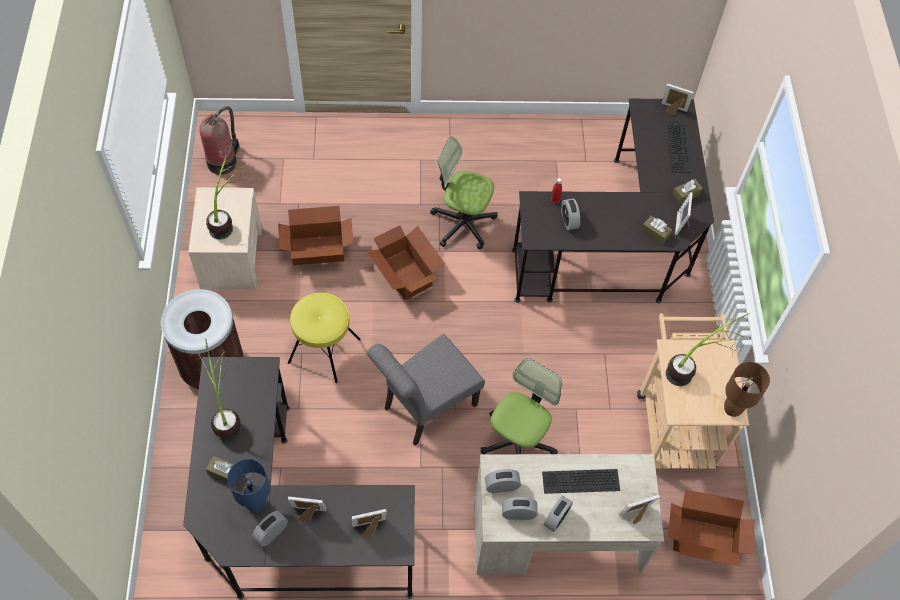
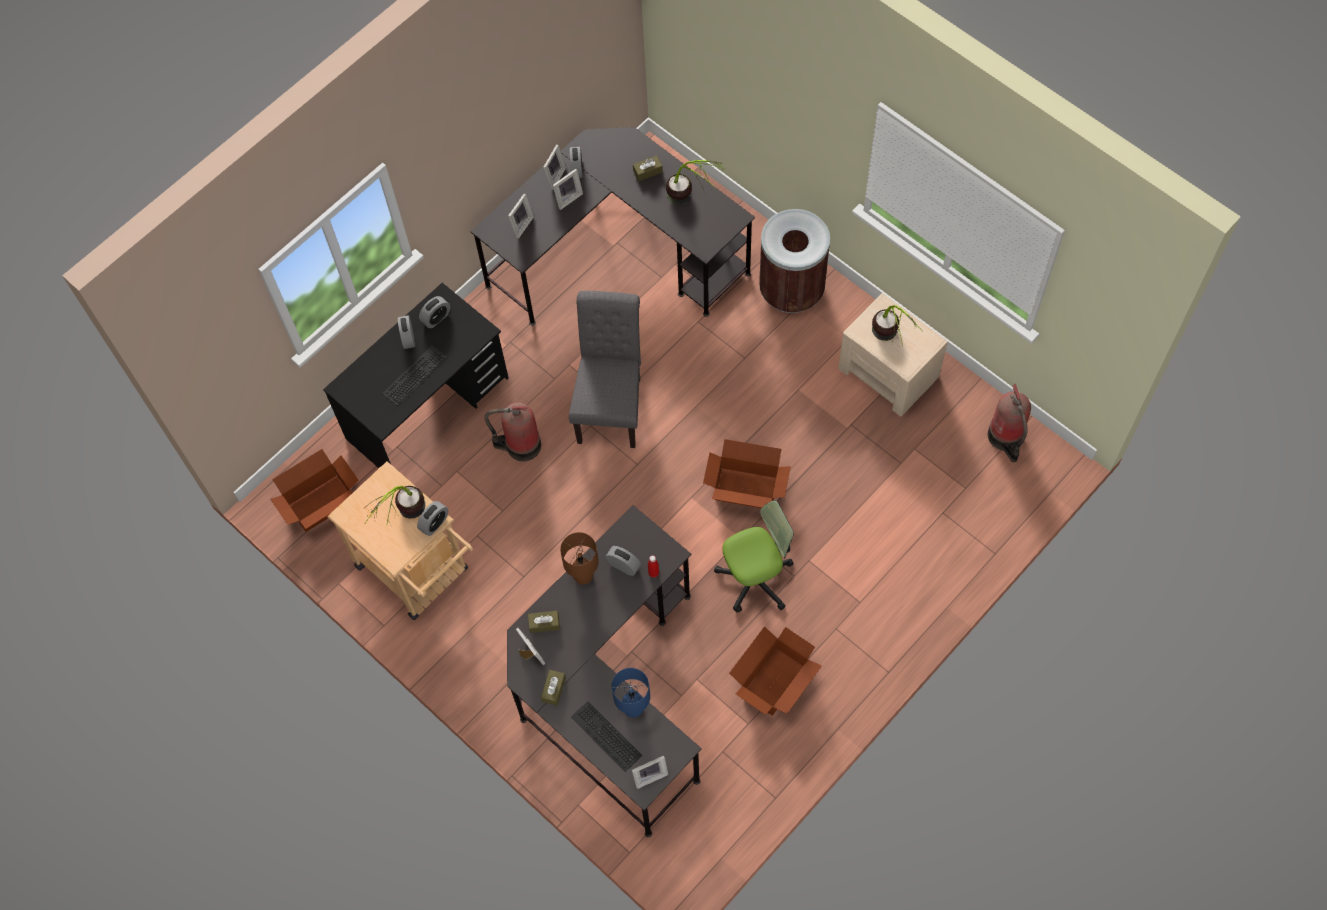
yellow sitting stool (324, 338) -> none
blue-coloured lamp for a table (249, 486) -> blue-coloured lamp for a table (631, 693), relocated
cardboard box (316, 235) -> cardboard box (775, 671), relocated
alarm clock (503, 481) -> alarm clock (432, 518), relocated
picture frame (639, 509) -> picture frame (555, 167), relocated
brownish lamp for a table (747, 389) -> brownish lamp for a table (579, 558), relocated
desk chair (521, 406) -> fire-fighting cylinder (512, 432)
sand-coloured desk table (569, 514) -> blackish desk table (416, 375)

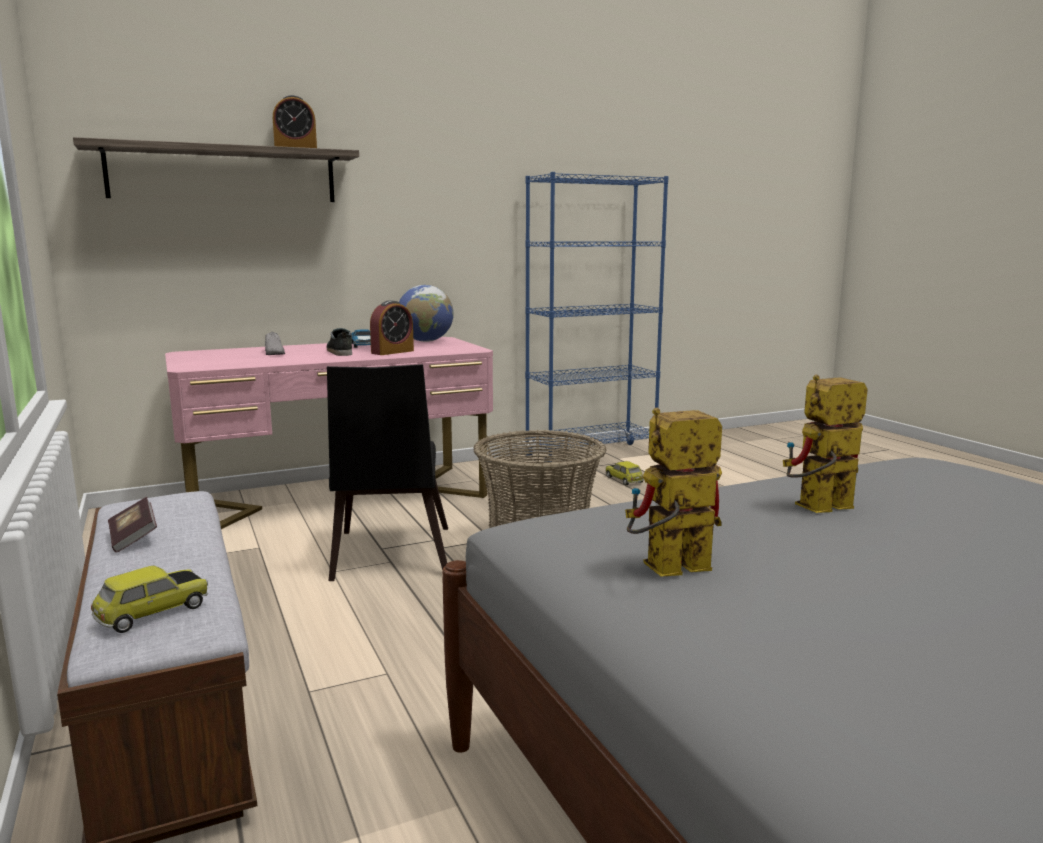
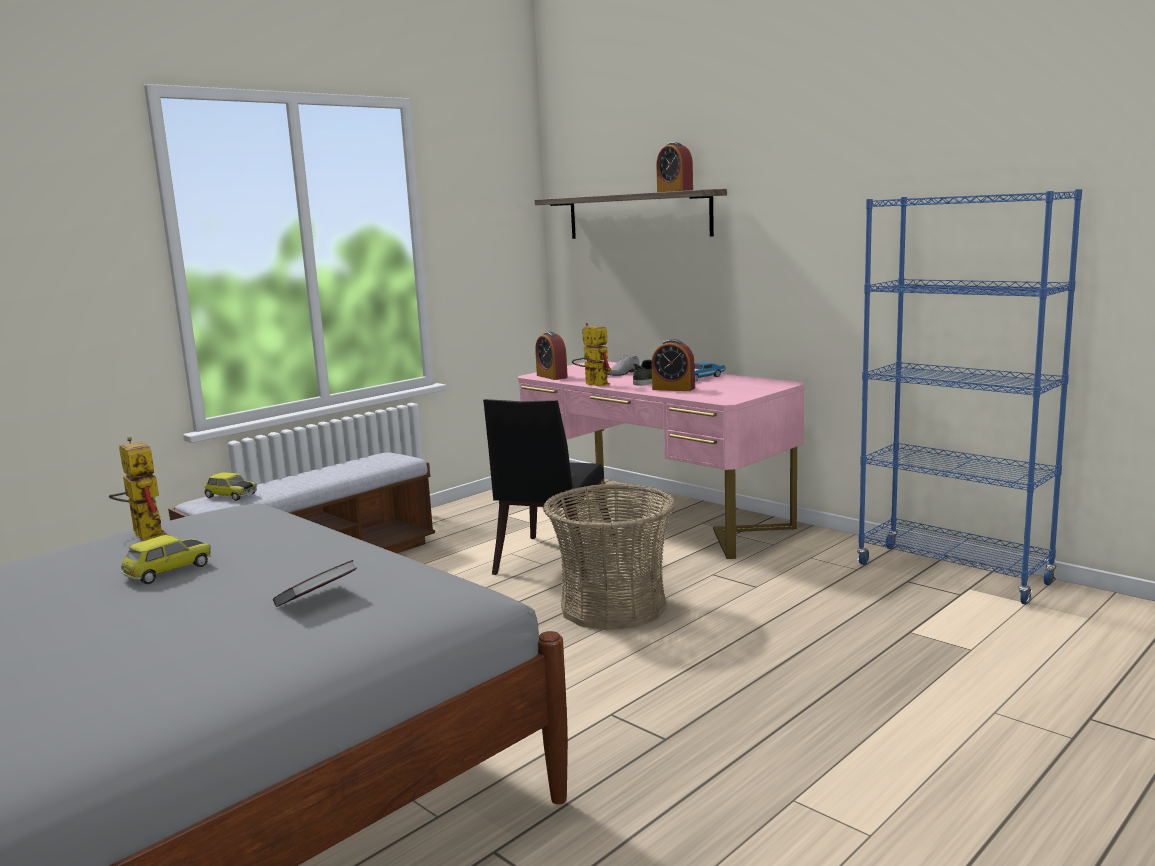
globe (426, 313) -> none
none -> alarm clock (551, 356)
bound book (132, 524) -> bound book (315, 583), relocated
toy car (625, 473) -> toy car (166, 559), relocated
model robot (825, 444) -> model robot (592, 355), relocated
blackish chair (387, 472) -> blackish chair (549, 489), 45 degrees counterclockwise

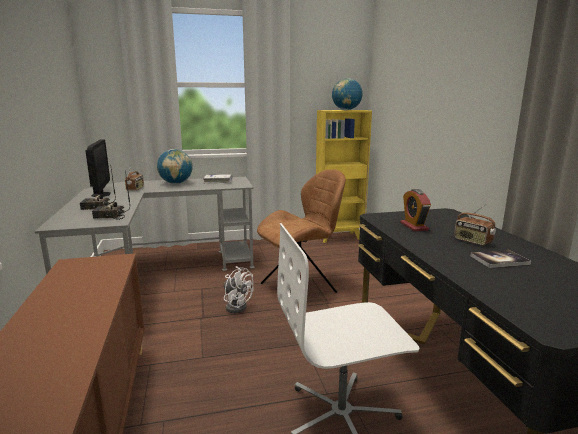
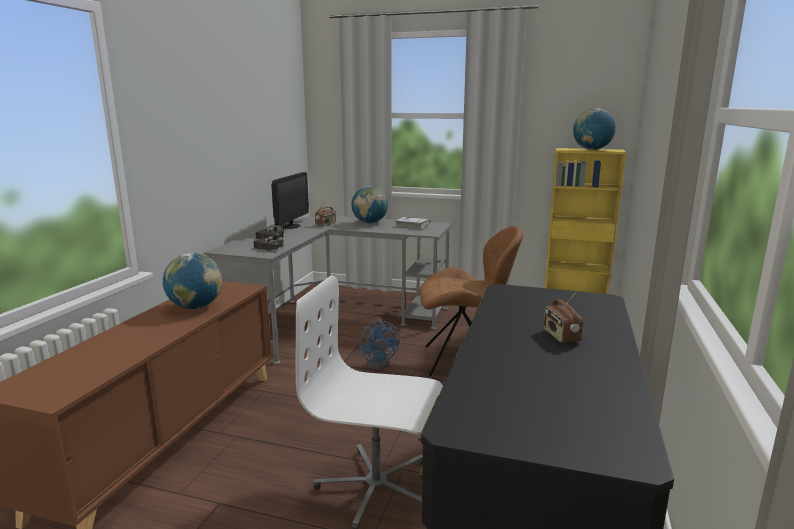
alarm clock (415, 210) -> none
bound book (500, 259) -> none
none -> globe (192, 281)
whitish electric fan (238, 290) -> blue-coloured electric fan (380, 344)

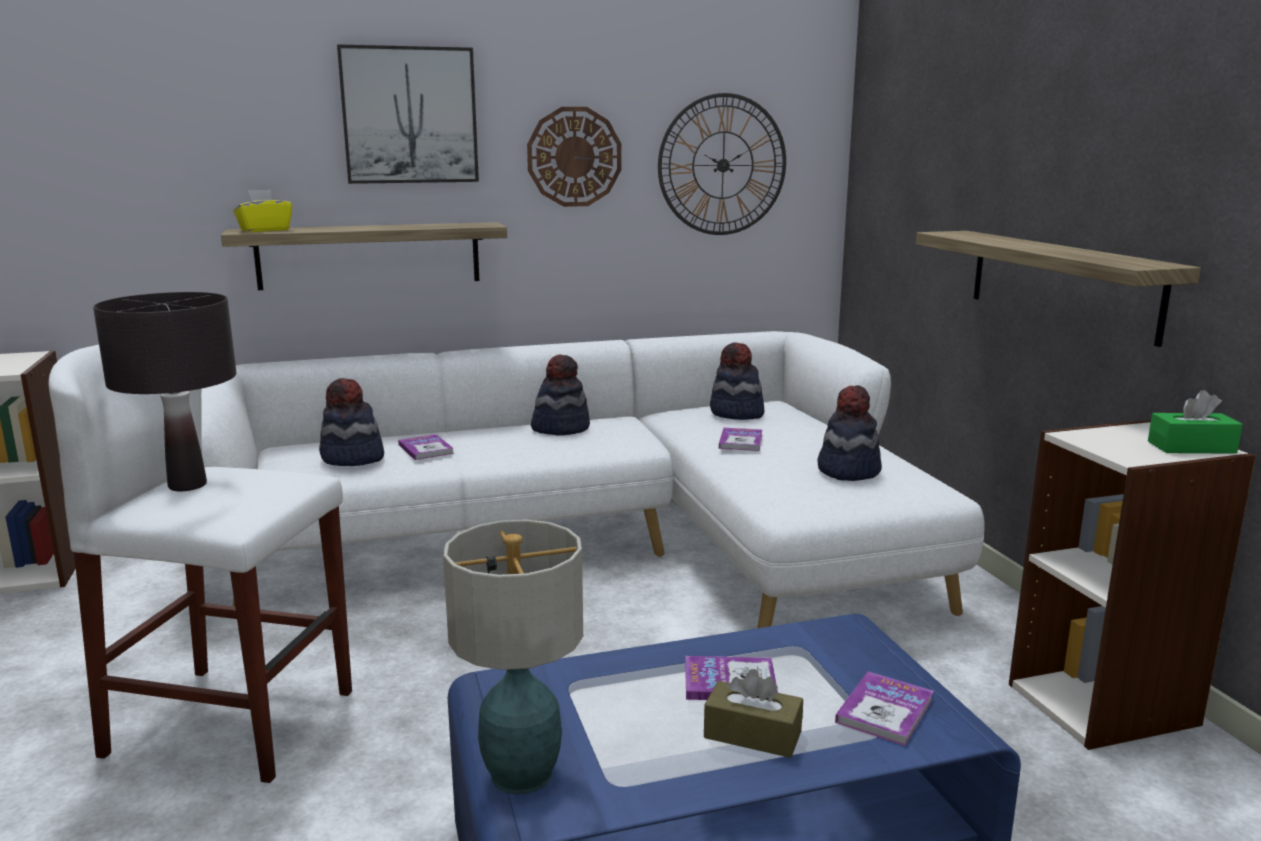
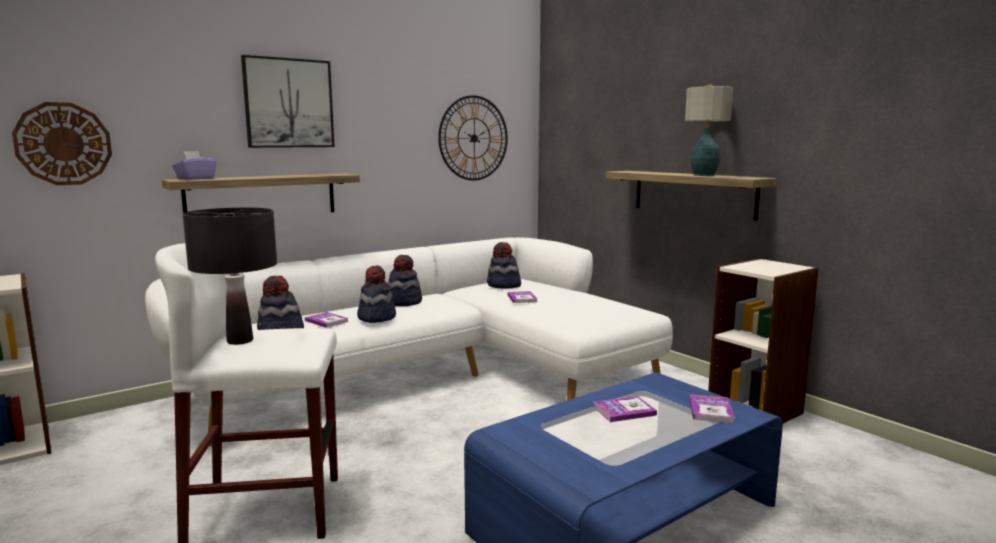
brownish tissue box (753, 713) -> none
greenish tissue box (1195, 422) -> none
lamp for a table (513, 656) -> lamp for a table (709, 130), relocated
wall clock (574, 157) -> wall clock (62, 143), relocated
hat (849, 433) -> hat (376, 294), relocated
yellow tissue box (262, 210) -> purple tissue box (194, 165)

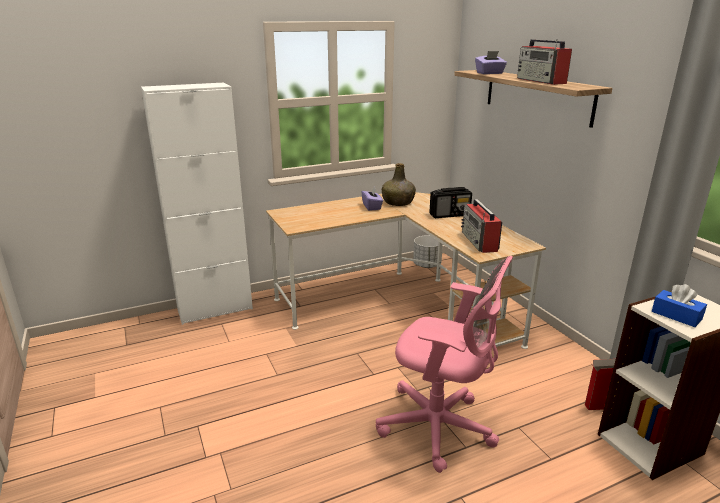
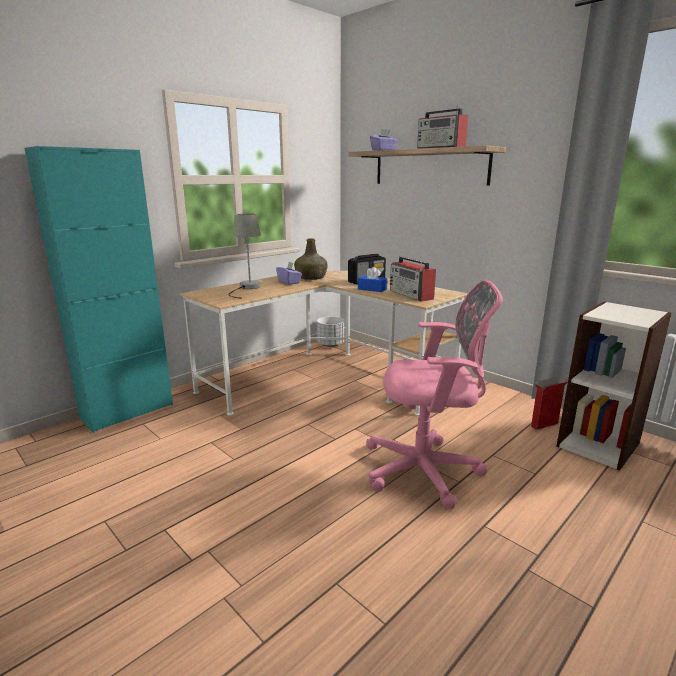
none -> greyish lamp for a table (245, 256)
blue-coloured tissue box (679, 305) -> blue-coloured tissue box (373, 279), relocated
whitish storage cabinet (197, 203) -> turquoise storage cabinet (99, 289)

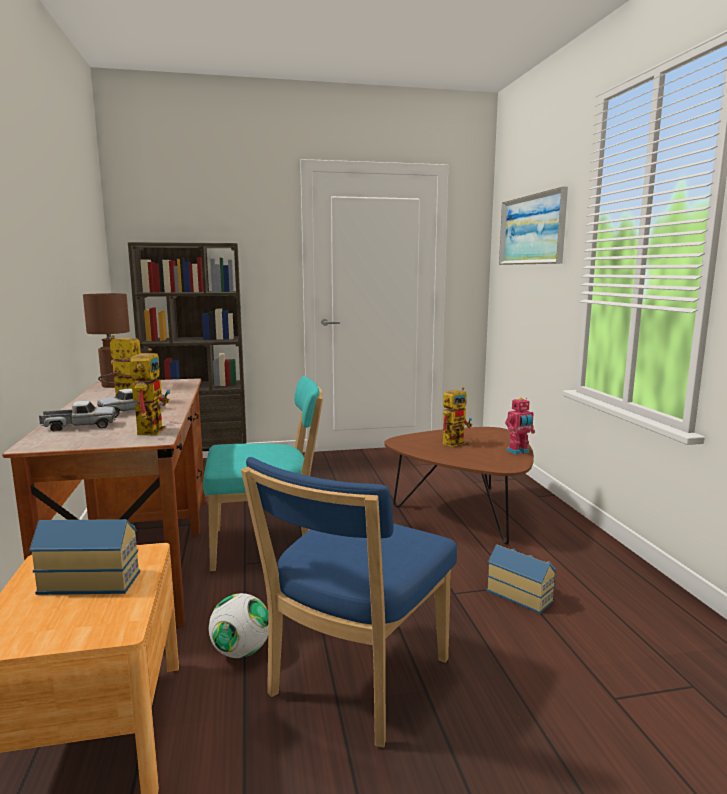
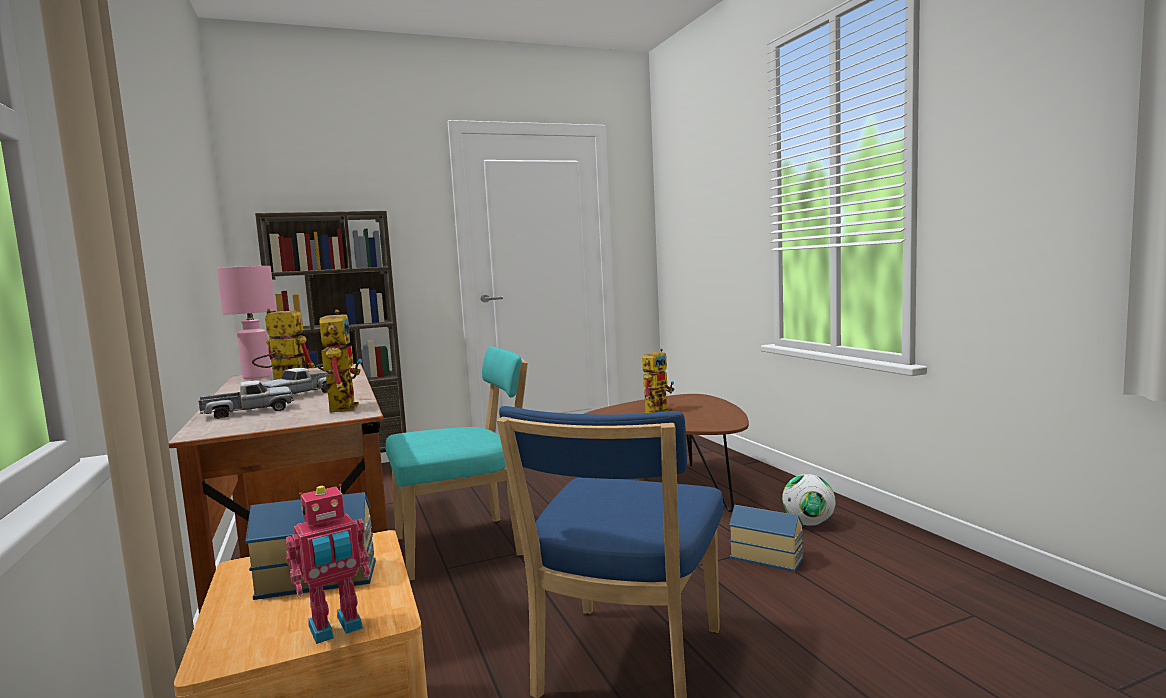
wall art (533, 225) -> none
football (238, 625) -> football (808, 500), relocated
model robot (520, 426) -> model robot (327, 564), relocated
brownish lamp for a table (106, 340) -> pinkish lamp for a table (246, 322)

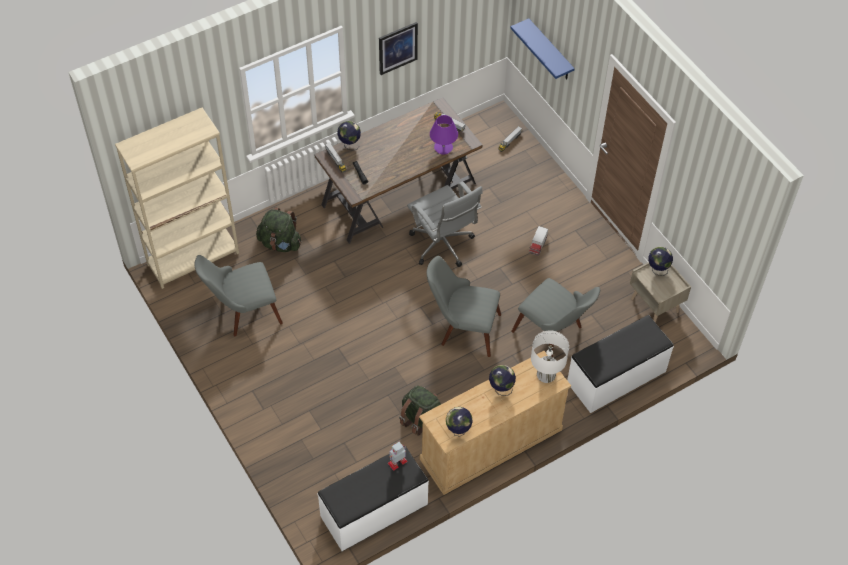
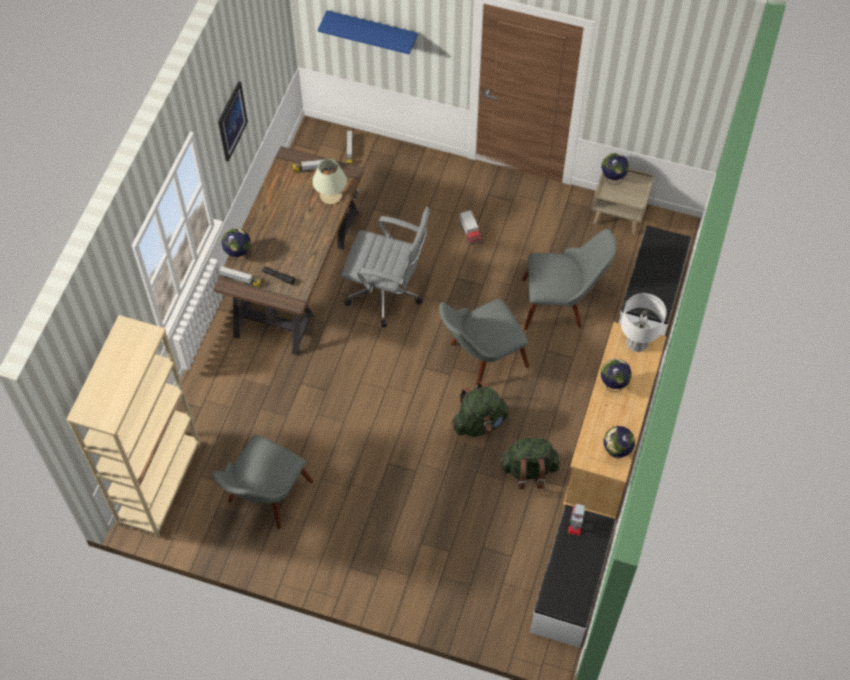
greenish backpack (278, 229) -> greenish backpack (480, 409), relocated
purple lamp for a table (444, 135) -> sand-coloured lamp for a table (329, 181)

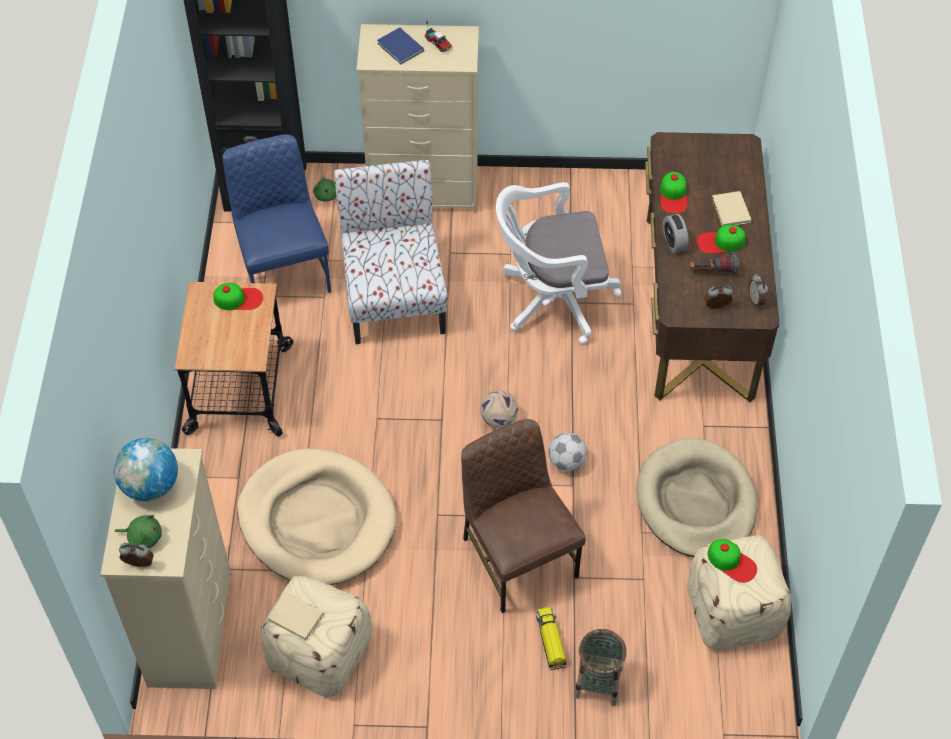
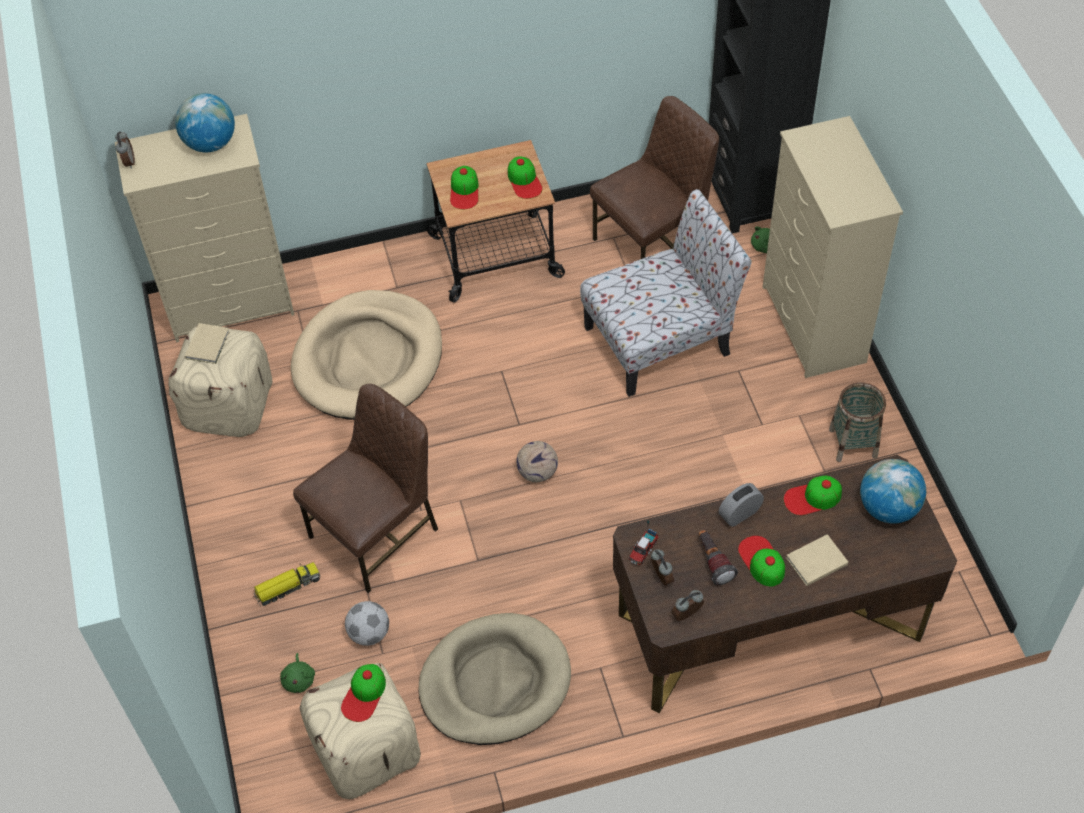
blue-coloured bound book (400, 45) -> none
whitish desk chair (558, 263) -> none
none -> baseball cap (464, 187)
none -> globe (893, 491)
greenish cuddly toy (138, 531) -> greenish cuddly toy (297, 673), relocated
toy truck (438, 36) -> toy truck (643, 542), relocated
football (567, 452) -> football (367, 623), relocated
household basket (600, 667) -> household basket (857, 422), relocated
blue-coloured chair (276, 213) -> brownish chair (654, 177)

